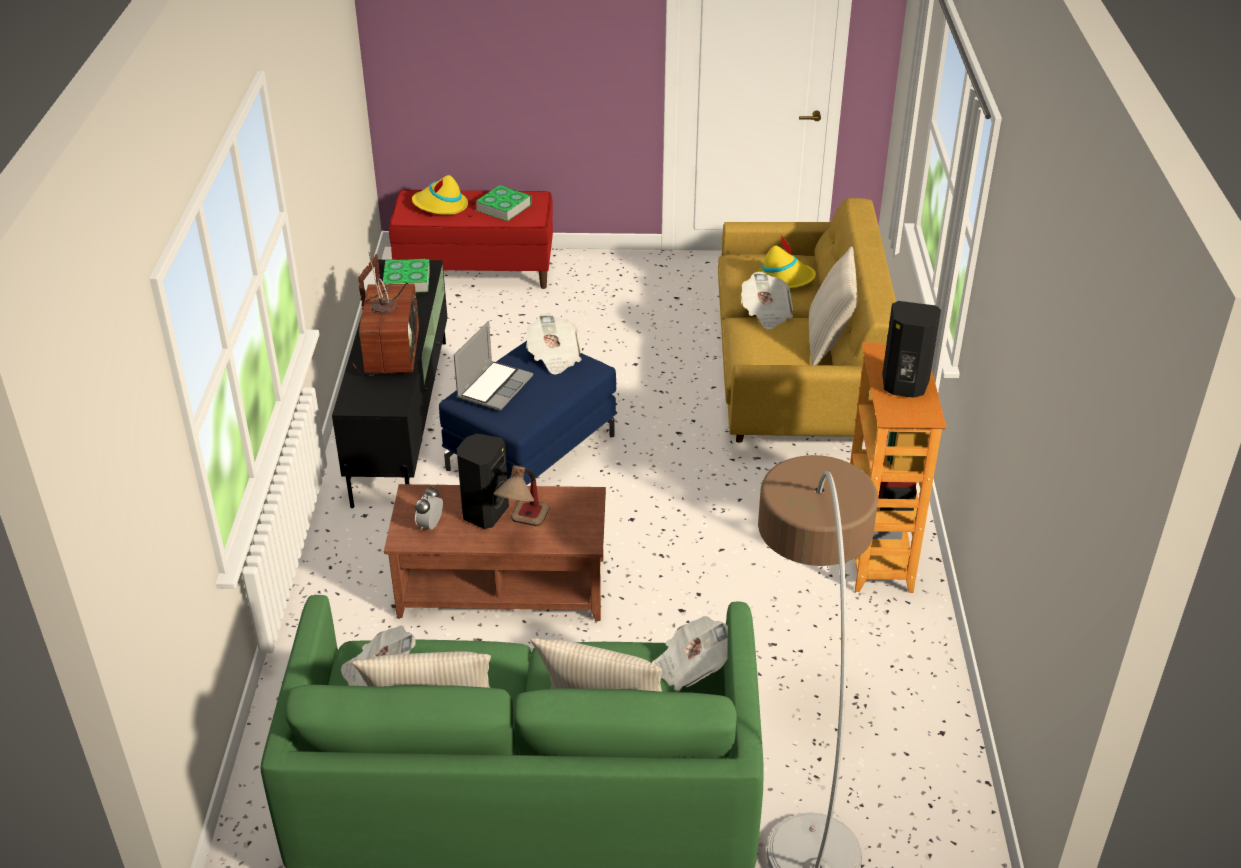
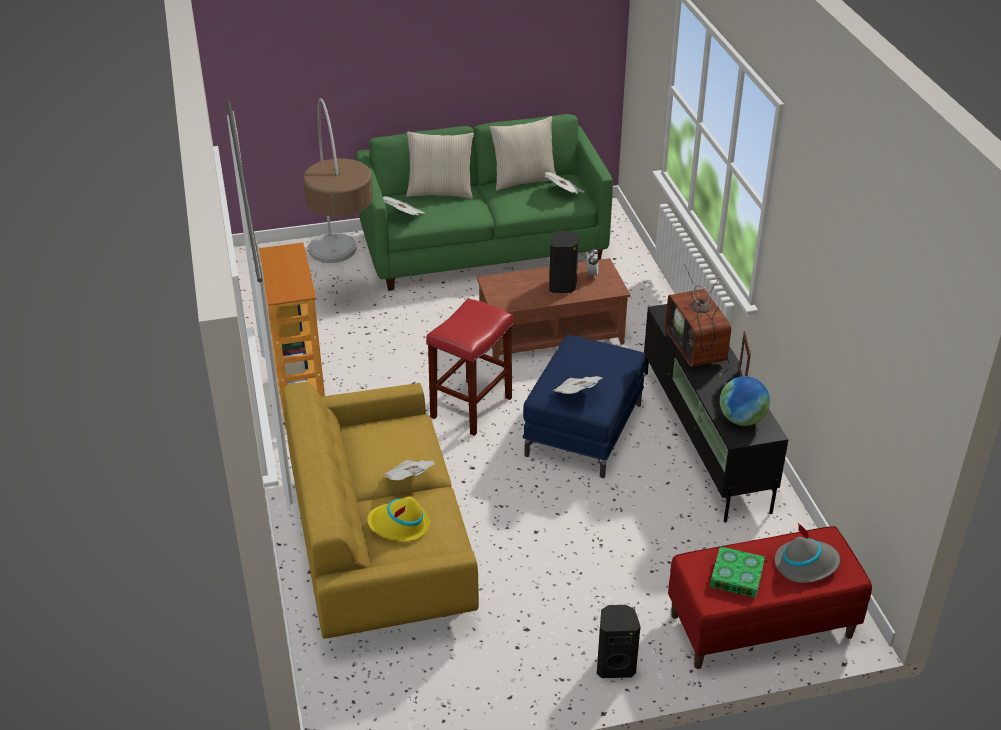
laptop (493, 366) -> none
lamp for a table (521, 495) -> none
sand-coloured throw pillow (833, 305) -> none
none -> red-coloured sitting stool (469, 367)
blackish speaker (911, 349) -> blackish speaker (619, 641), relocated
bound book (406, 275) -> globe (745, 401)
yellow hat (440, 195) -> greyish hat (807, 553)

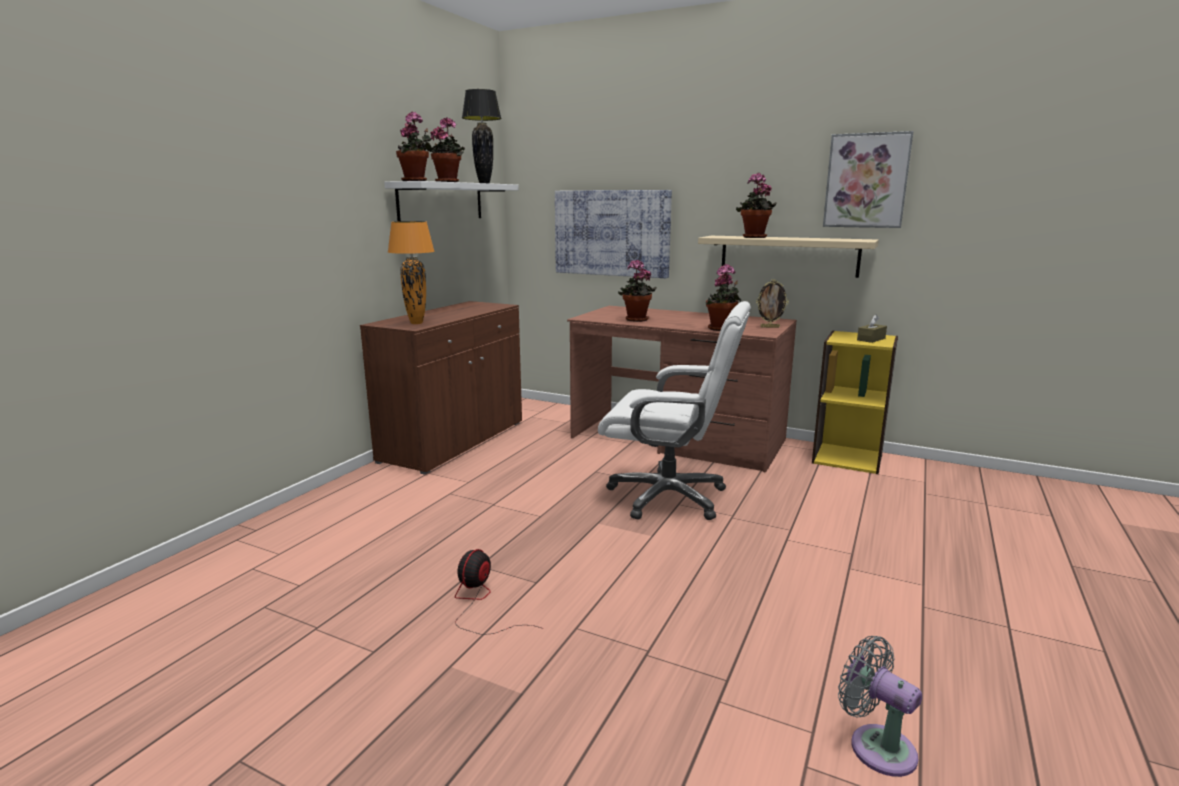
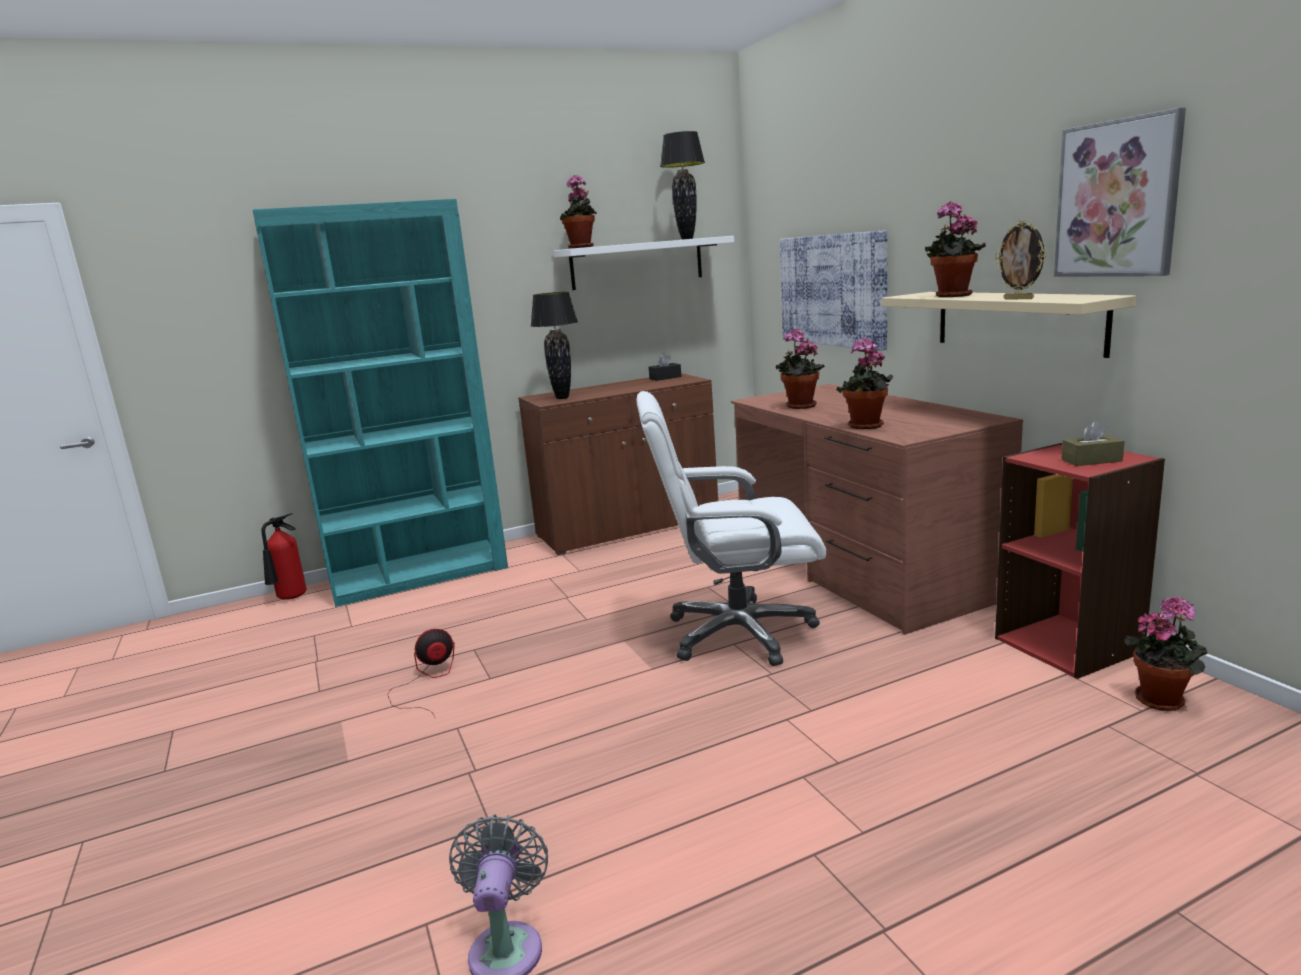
none -> turquoise shelving unit (380, 403)
none -> fire-fighting cylinder (284, 556)
none -> blackish tissue box (664, 367)
plant in a pot (447, 149) -> plant in a pot (1166, 653), relocated
picture frame (772, 303) -> picture frame (1021, 260), relocated
orange-coloured lamp for a table (411, 272) -> blackish lamp for a table (554, 345)
yellow shelving unit (855, 402) -> red-coloured shelving unit (1080, 561)
whitish desk chair (674, 410) -> whitish desk chair (731, 528), 120 degrees clockwise

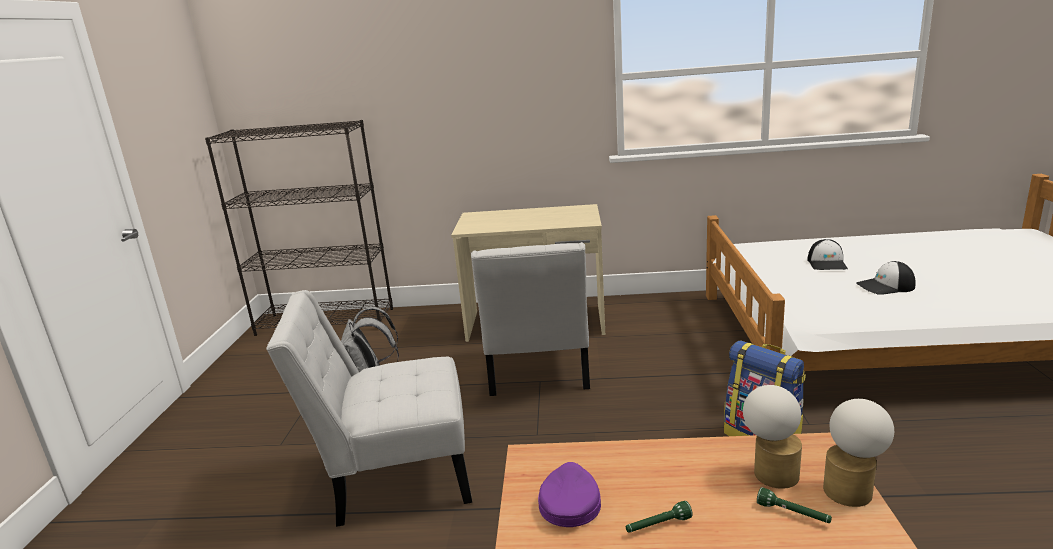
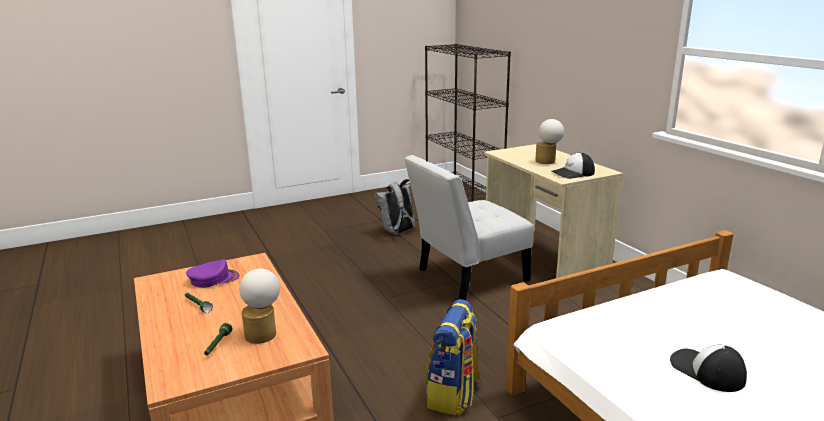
whitish chair (369, 408) -> none
baseball cap (827, 254) -> baseball cap (573, 165), relocated
lamp for a table (858, 453) -> lamp for a table (549, 141), relocated

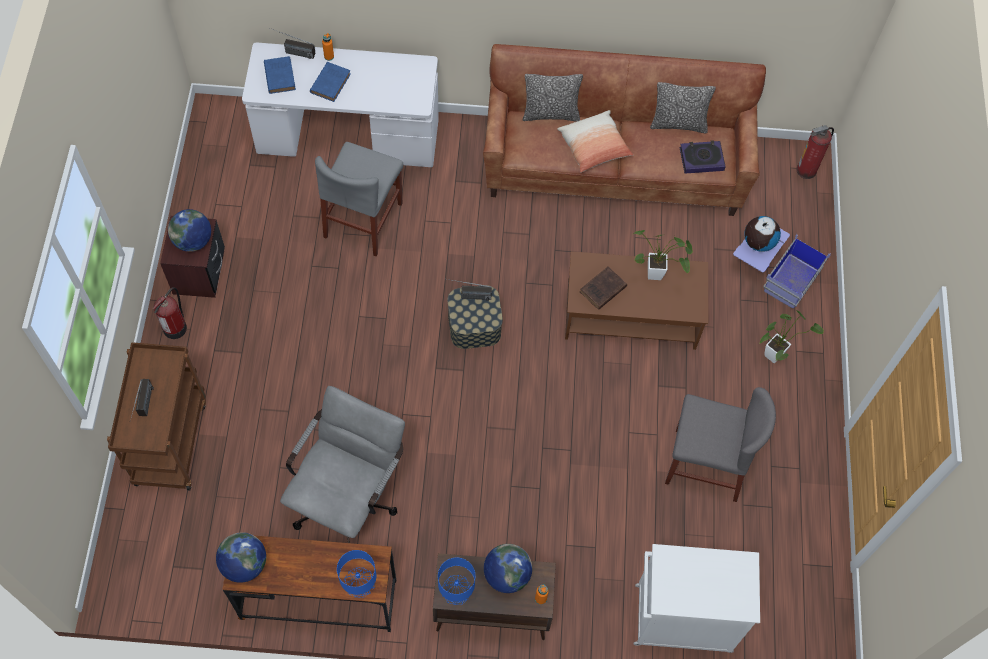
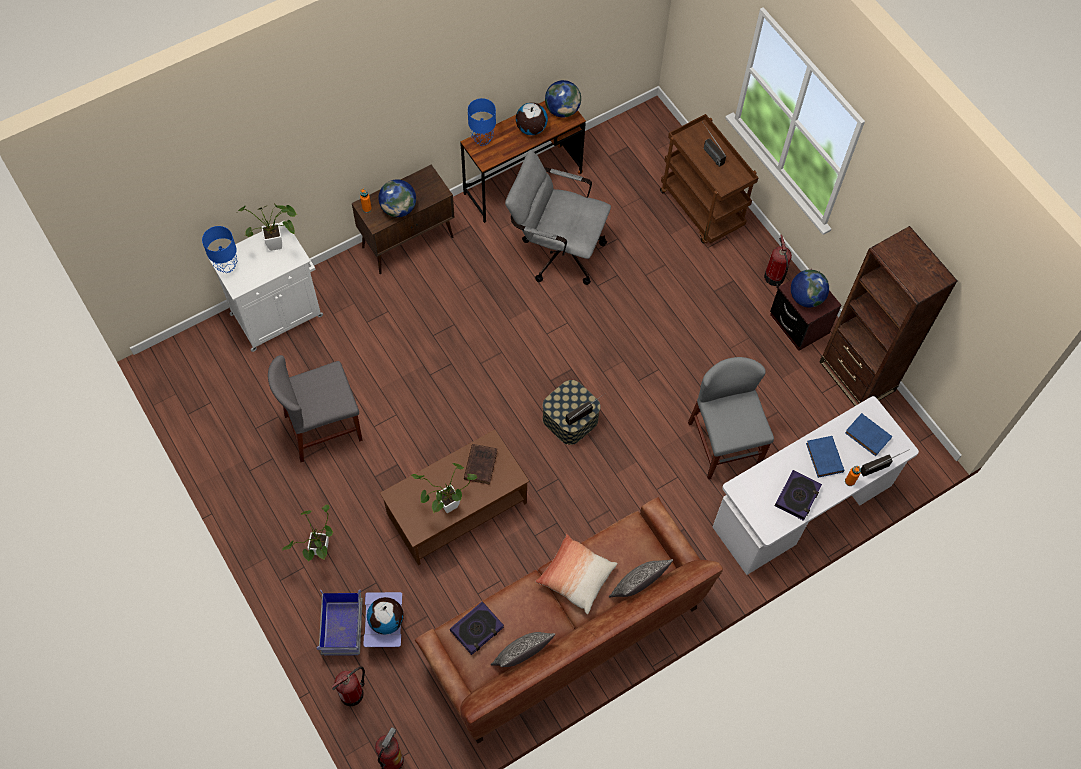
none -> plant in a pot (267, 228)
none -> fire-fighting cylinder (348, 686)
none -> globe (532, 119)
none -> bound book (798, 495)
none -> brownish shelving unit (888, 316)
blue-coloured lamp for a table (456, 582) -> blue-coloured lamp for a table (220, 249), relocated
greyish desk chair (342, 464) -> greyish desk chair (558, 217), 120 degrees clockwise

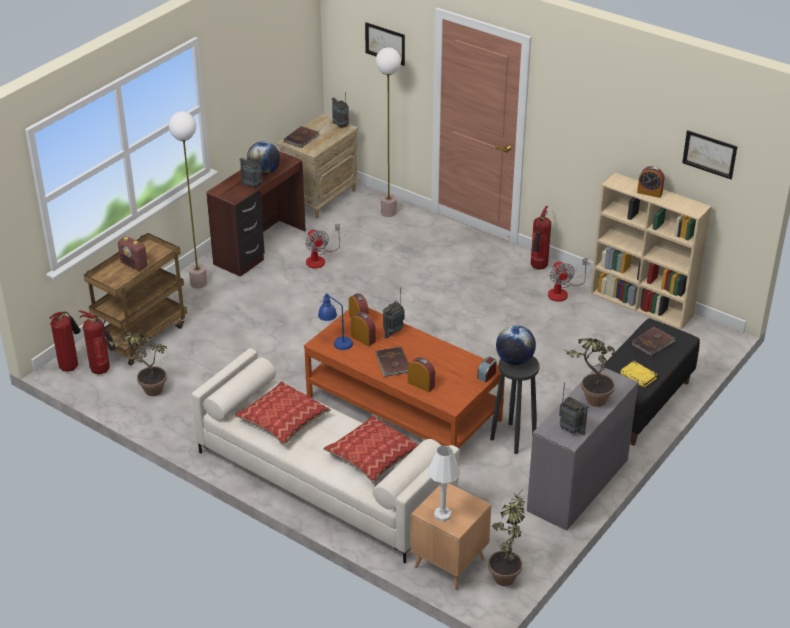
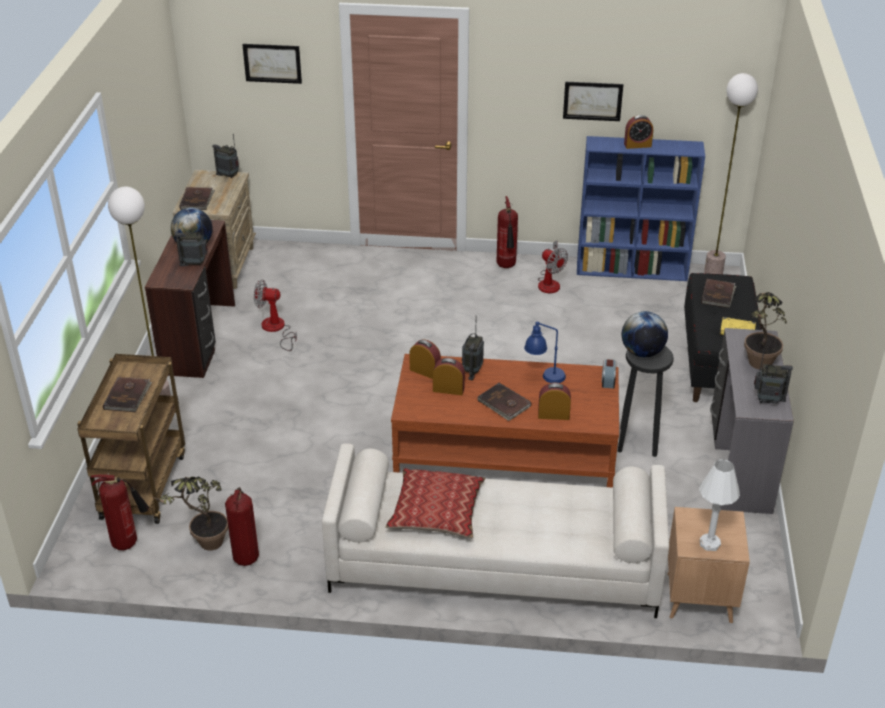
throw pillow (370, 449) -> none
plant in a pot (506, 539) -> none
fire-fighting cylinder (65, 342) -> fire-fighting cylinder (242, 526), relocated
blue-coloured lamp for a table (335, 321) -> blue-coloured lamp for a table (545, 352), relocated
standard lamp (388, 132) -> standard lamp (731, 173), relocated
wall art (710, 155) -> wall art (593, 101), relocated
radio receiver (132, 253) -> brownish bound book (127, 394)
sand-coloured shelving unit (650, 251) -> blue-coloured shelving unit (641, 208)
electric fan (322, 246) -> electric fan (275, 315), 150 degrees clockwise

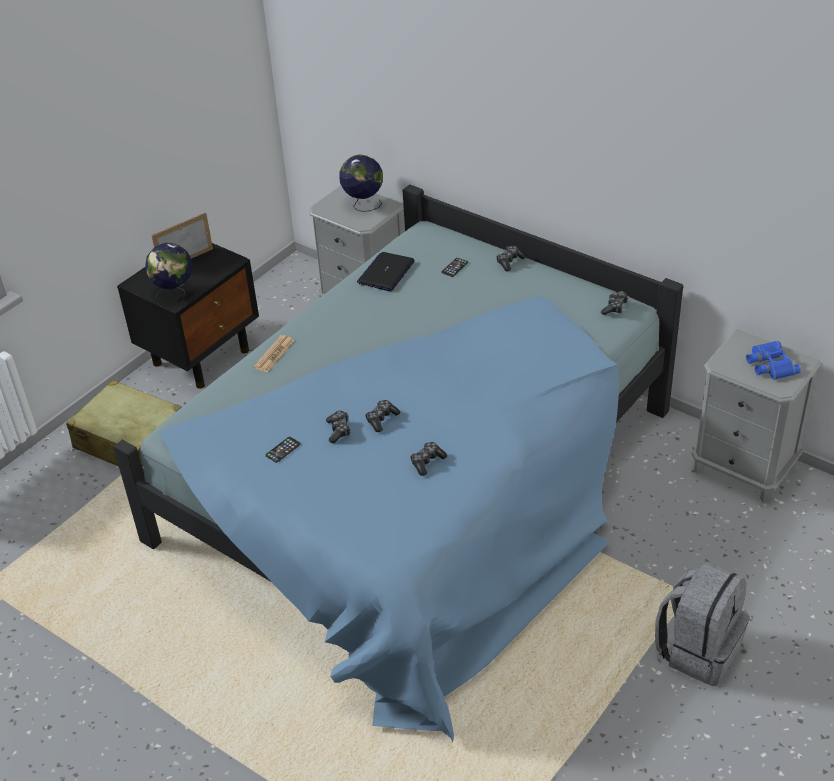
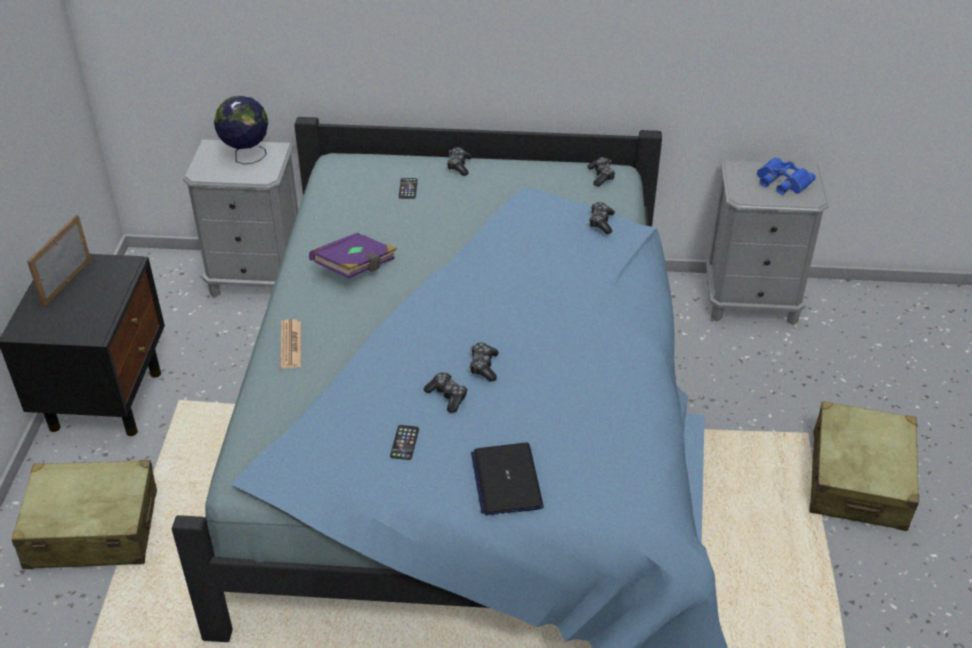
globe (168, 271) -> none
none -> purple bound book (353, 256)
laptop (386, 271) -> laptop (507, 479), relocated
joypad (428, 459) -> joypad (602, 218), relocated
greyish backpack (702, 623) -> sand-coloured suitcase (864, 466)

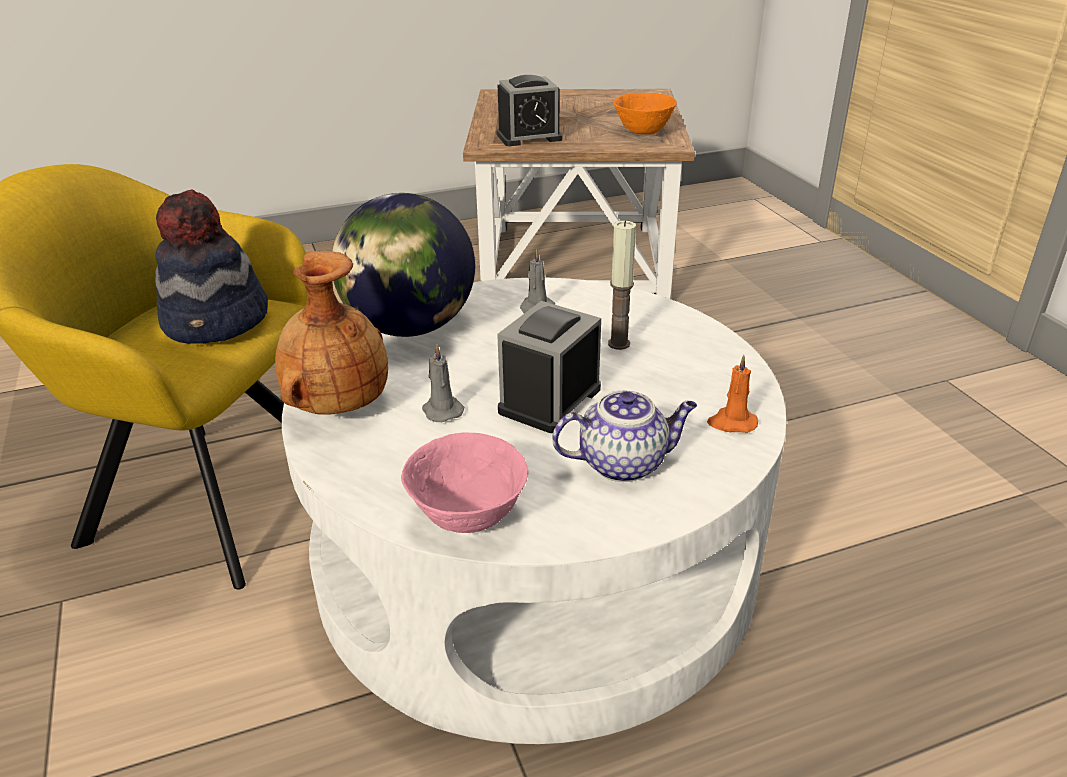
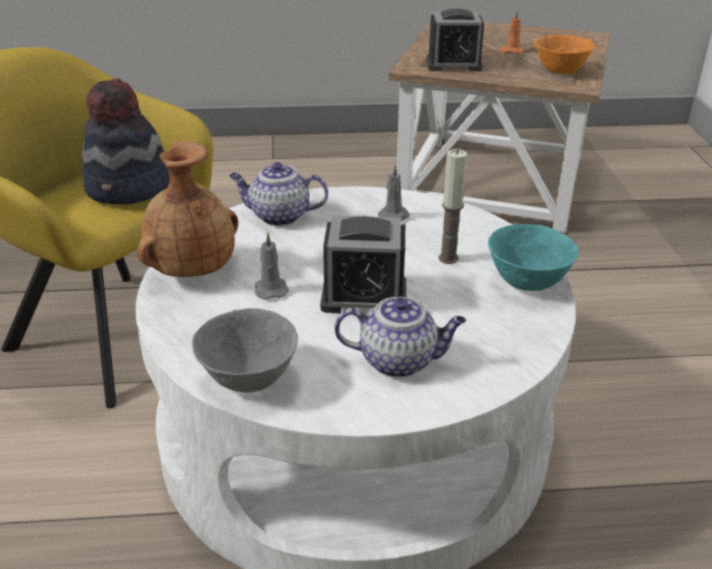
none -> turquoise deep dish (533, 257)
orange-coloured wax light (732, 393) -> orange-coloured wax light (512, 32), relocated
globe (403, 265) -> teapot (278, 194)
pinkish deep dish (465, 482) -> greyish deep dish (245, 350)
alarm clock (549, 367) -> alarm clock (363, 264), 135 degrees counterclockwise

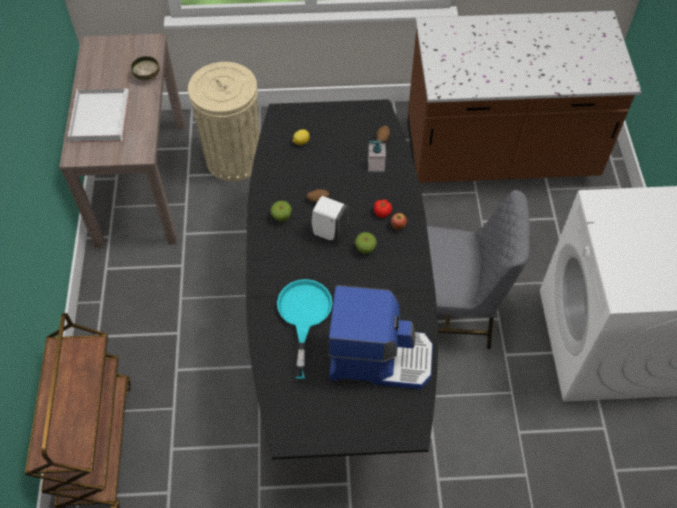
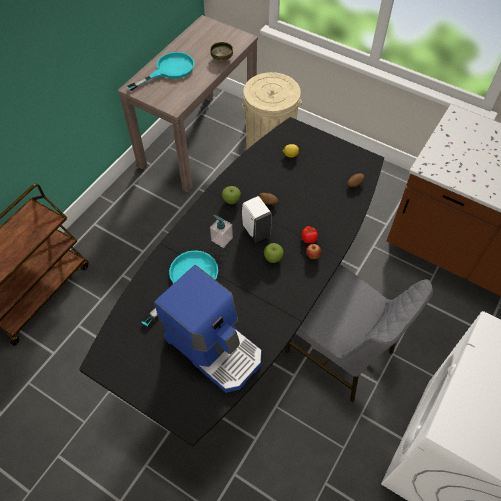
liquid soap bottle (377, 156) -> liquid soap bottle (221, 231), relocated
whitish carrying tray (98, 115) -> turquoise pan (160, 71)

